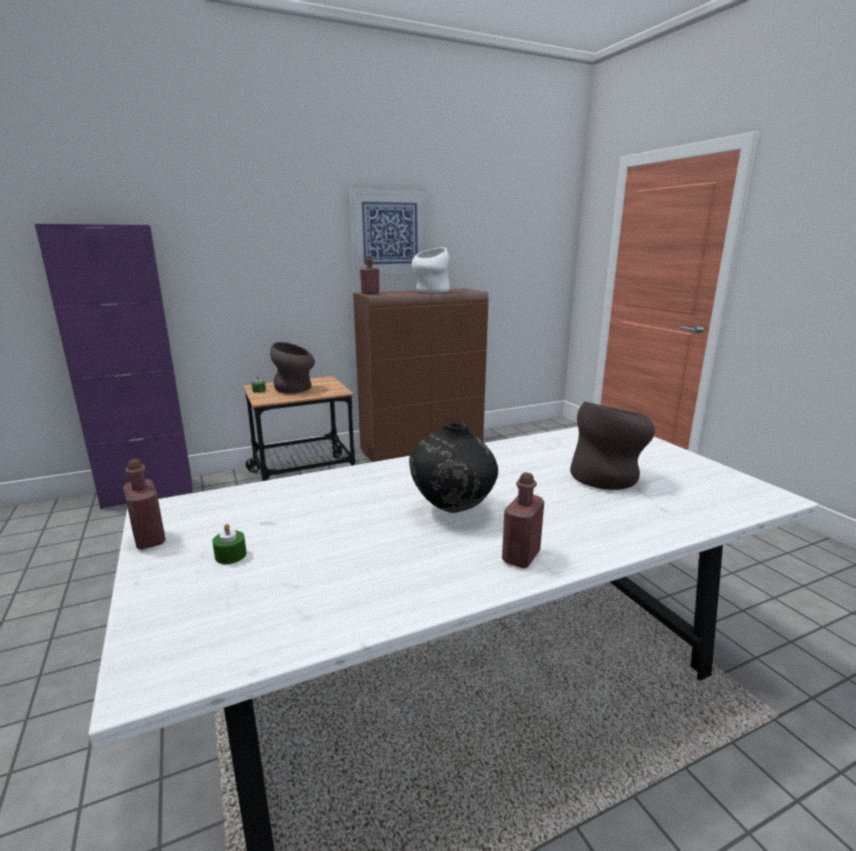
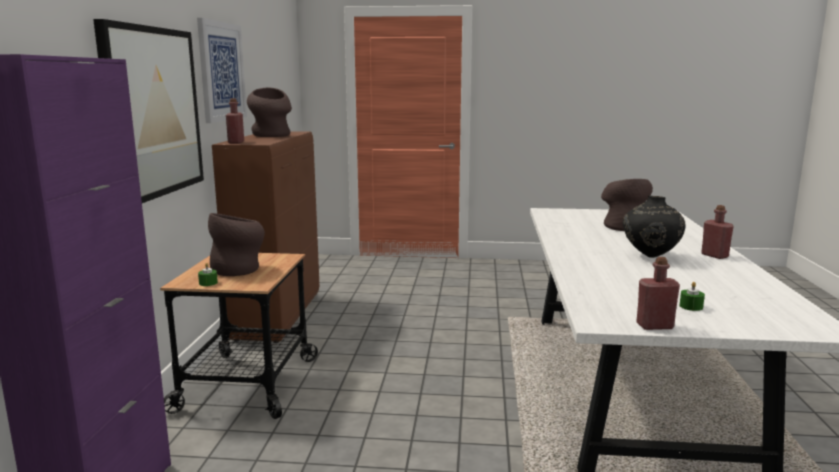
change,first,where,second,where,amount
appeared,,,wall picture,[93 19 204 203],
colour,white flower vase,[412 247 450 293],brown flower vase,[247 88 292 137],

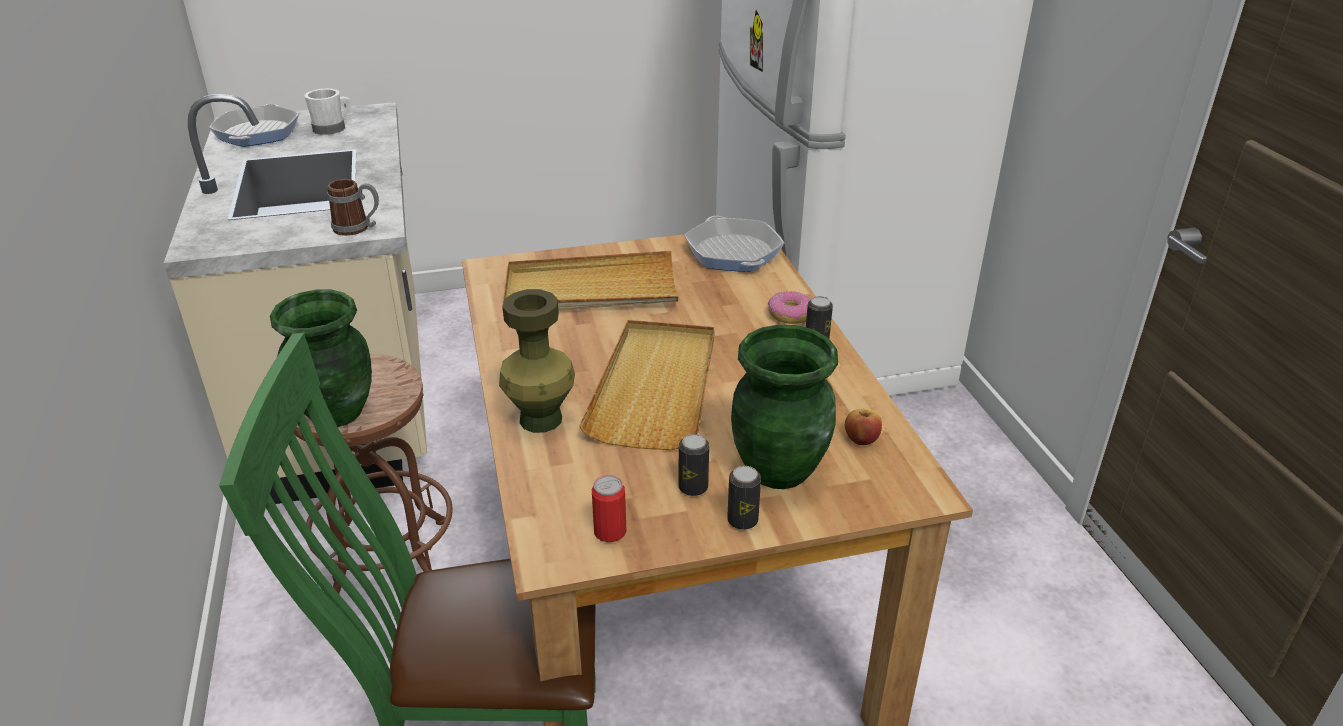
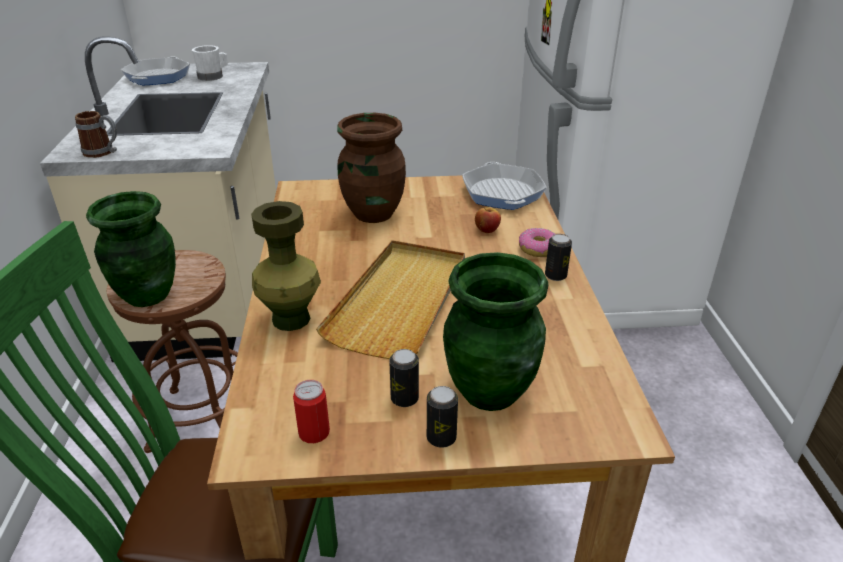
change,first,where,second,where,amount
relocated,tea mug,[327 179 379 236],,[75 111 117 158],
exchanged,sand-coloured tray,[503 251 678 311],brown flower vase,[337 113 406 223],
relocated,apple fruit,[845 409 882 445],,[475 207 501 233],

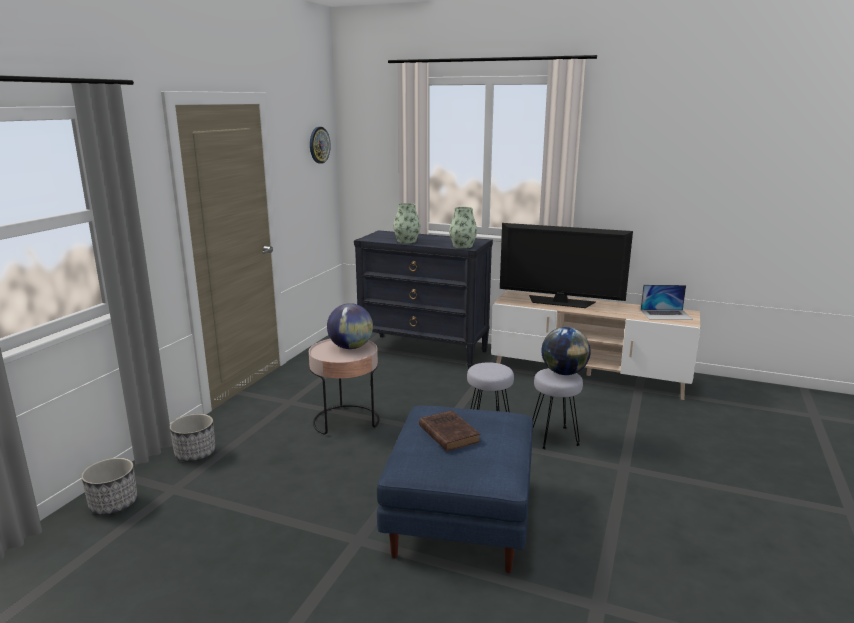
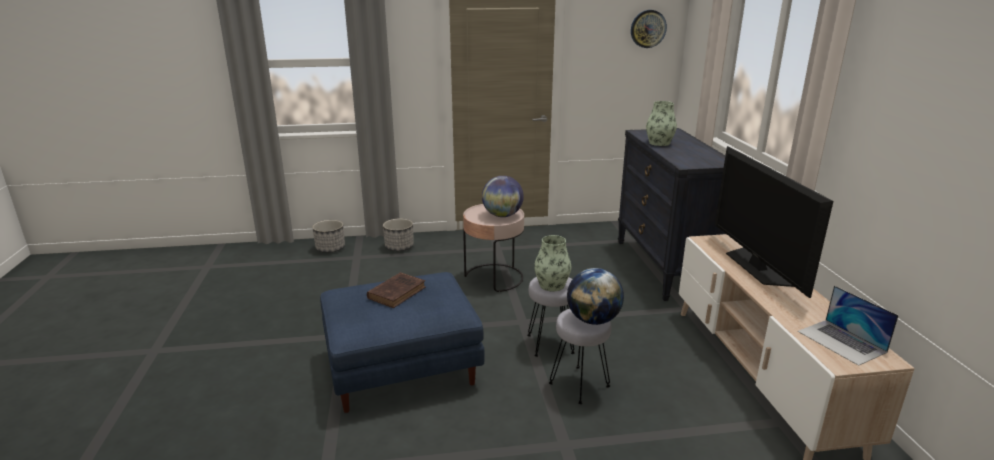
change,first,where,second,where,amount
relocated,flower vase,[449 207 477 249],,[534 235 571 291],

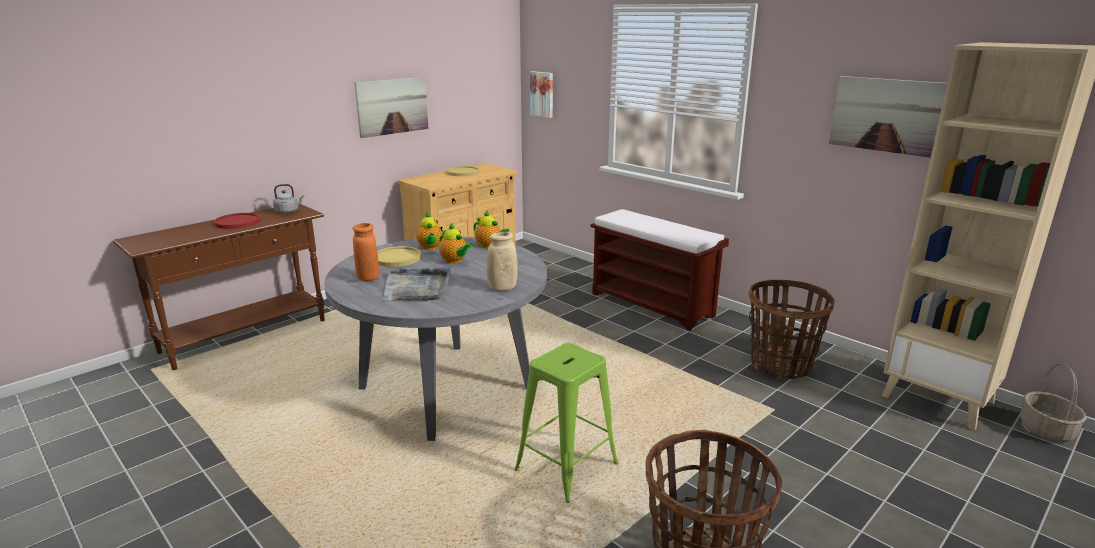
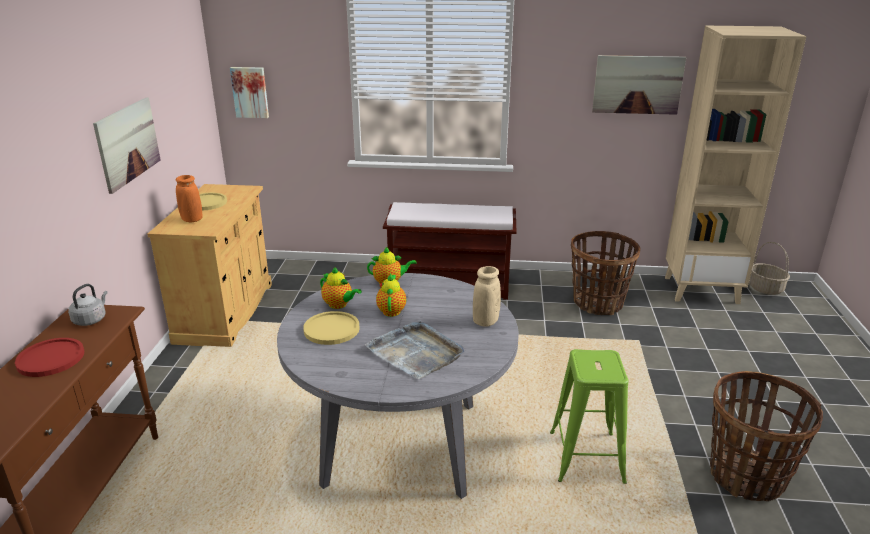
change,first,where,second,where,amount
relocated,orange flower vase,[352 223 379 281],,[176 175 202 222],
spun,pot for tea,[439 223 473 263],,[376 273 406 317],90 degrees counterclockwise

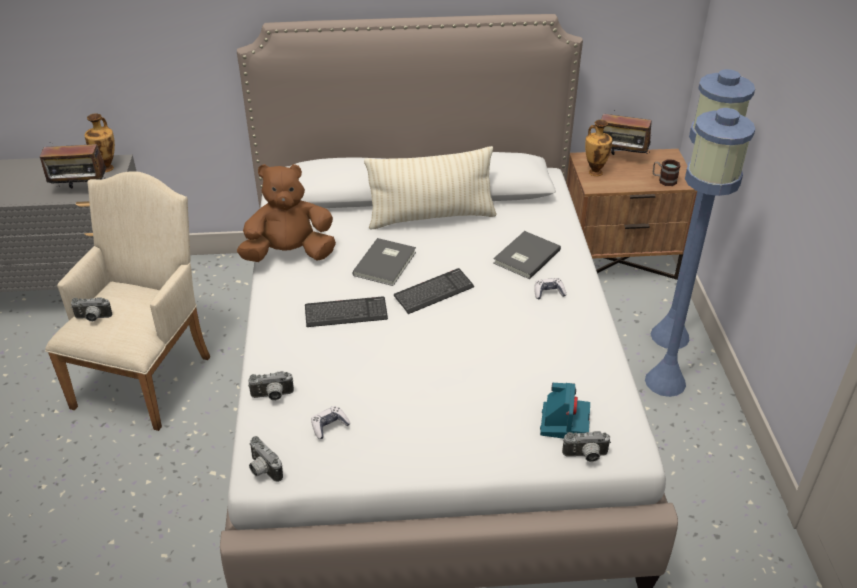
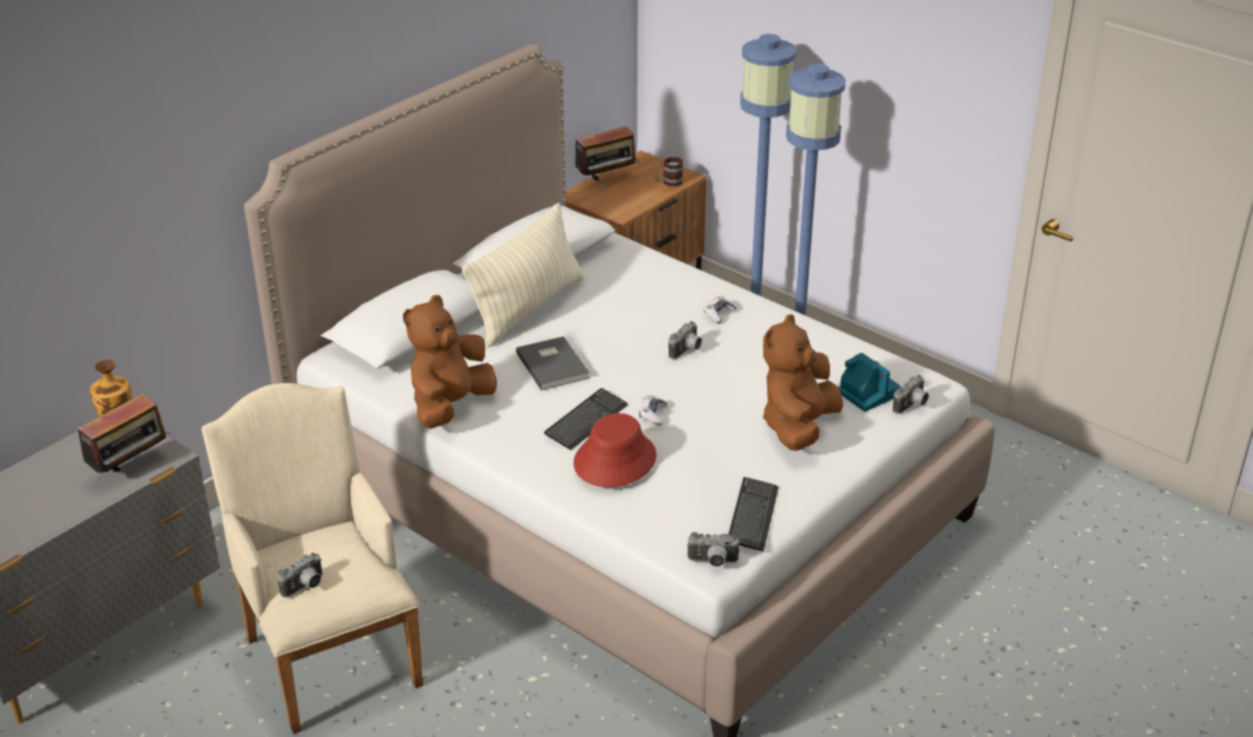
change,first,where,second,where,amount
appeared,,,reddish clothing hat,[574 413 656 487],
relocated,gamepad,[311 406 351 439],,[639 395 668 426],
relocated,photo camera,[248 371 294 401],,[669 321 702 359],
relocated,PC keyboard,[394 268 475 314],,[729 477 779 552],
appeared,,,brown plush toy,[763 314 843 451],
missing,gray volume,[493 231 561 279],,,
missing,flower vase,[585 120 612 176],,,

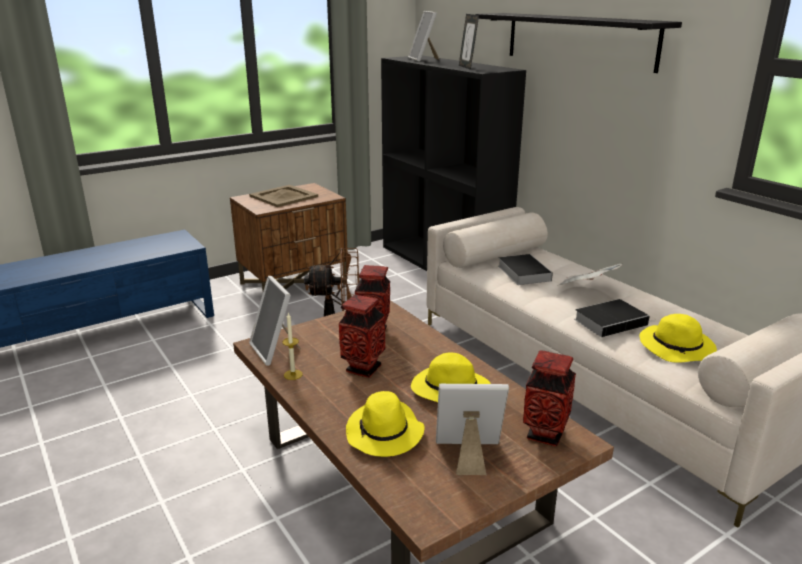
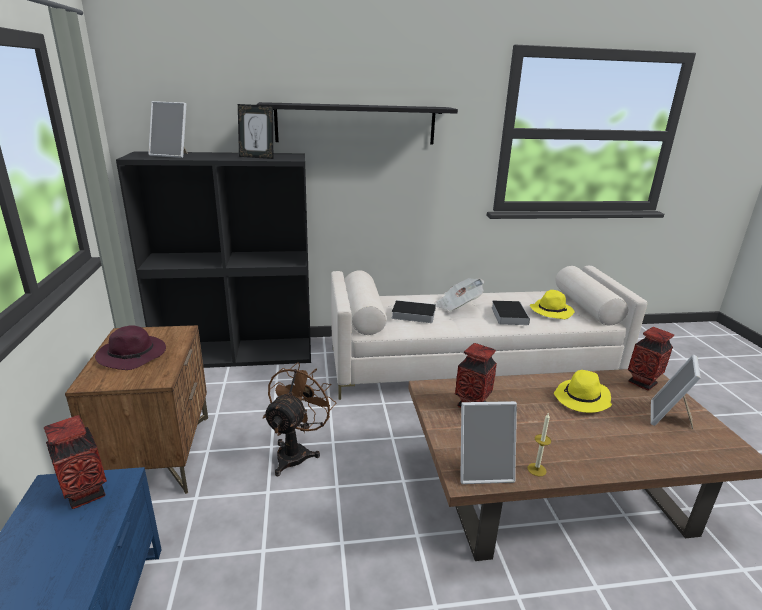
change,first,where,second,where,amount
relocated,flower vase,[339 295 386 378],,[44 415 107 509],
exchanged,sand-coloured tray,[249 185 318 207],purplish clothing hat,[95 325 166 370],
missing,yellowish clothing hat,[346 391 425 457],,,

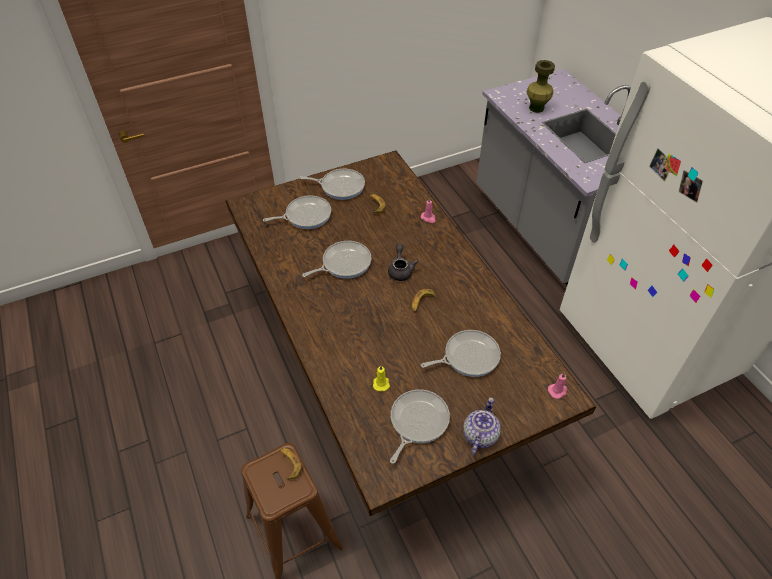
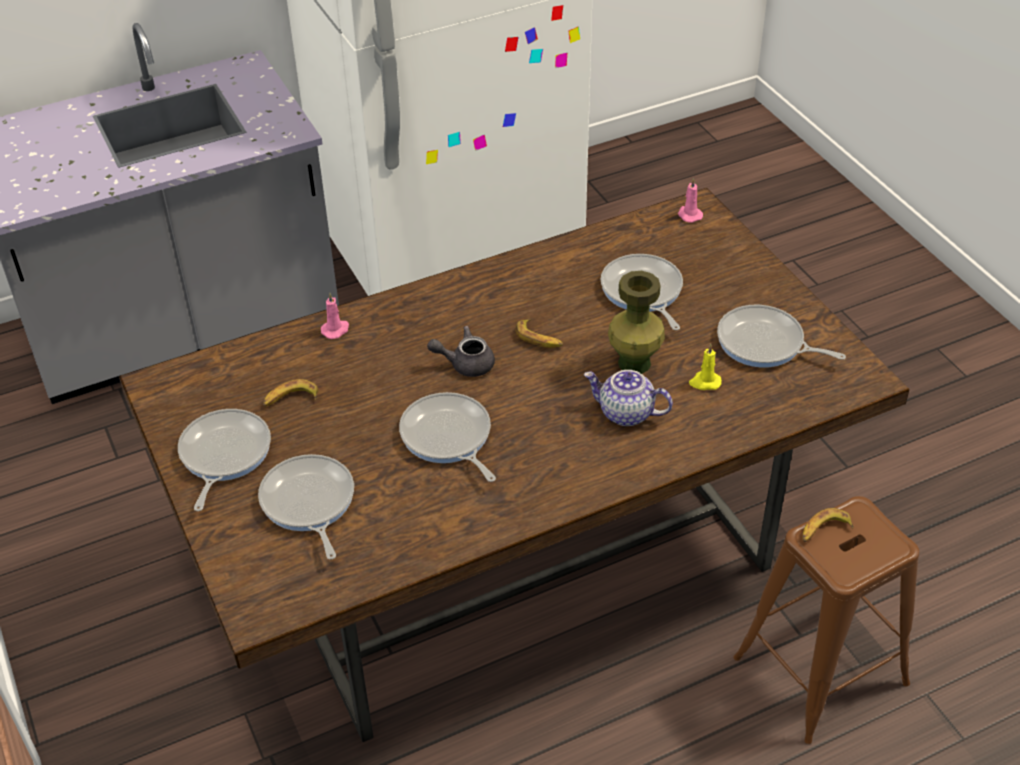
change,first,where,second,where,amount
relocated,pot for tea,[463 397 501 455],,[584 370 673 426],
relocated,green-coloured flower vase,[527 60 555 113],,[608 271 665 374],

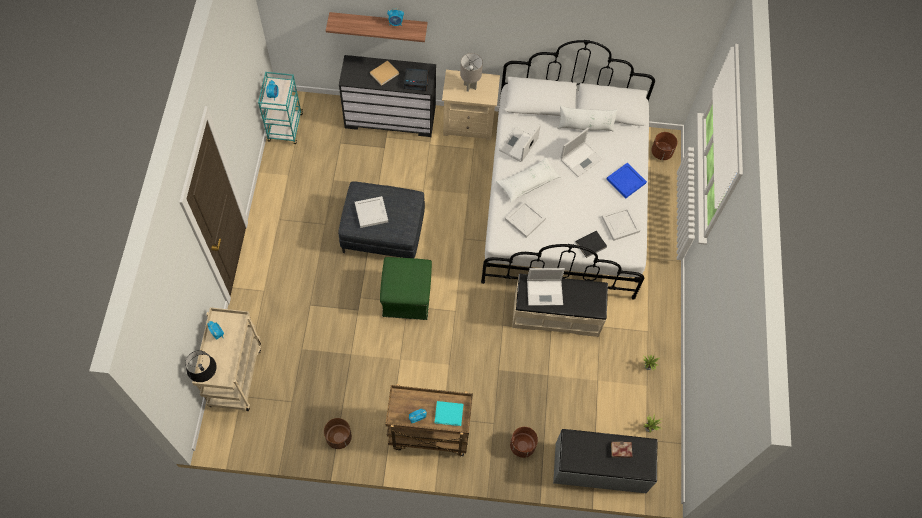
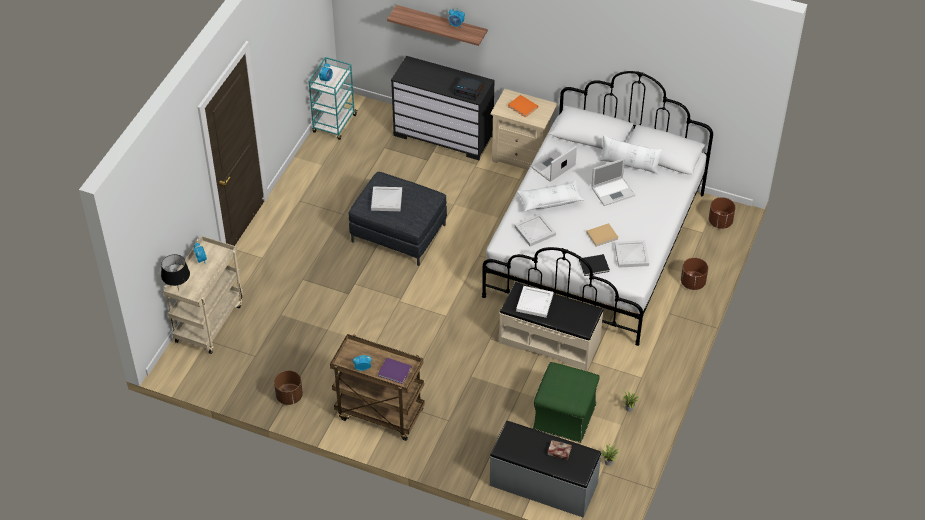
change,first,where,second,where,amount
colour,turquoise volume,[435 401 463 426],purplish volume,[378 358 412 384],
exchanged,gray table lamp,[460 53 483 92],orange volume,[508 95 538 118],
exchanged,notebook computer,[527 268 565 305],white tray,[516 286 553 318],
relocated,green-coloured pouffe,[380 257 432 320],,[533 362 600 443],
relocated,sand-coloured volume,[370 61 399 86],,[586 223 618 247],
relocated,brown planter,[510 427 538 458],,[681 258 708 290],
missing,blue-coloured tray,[606 163 647 199],,,

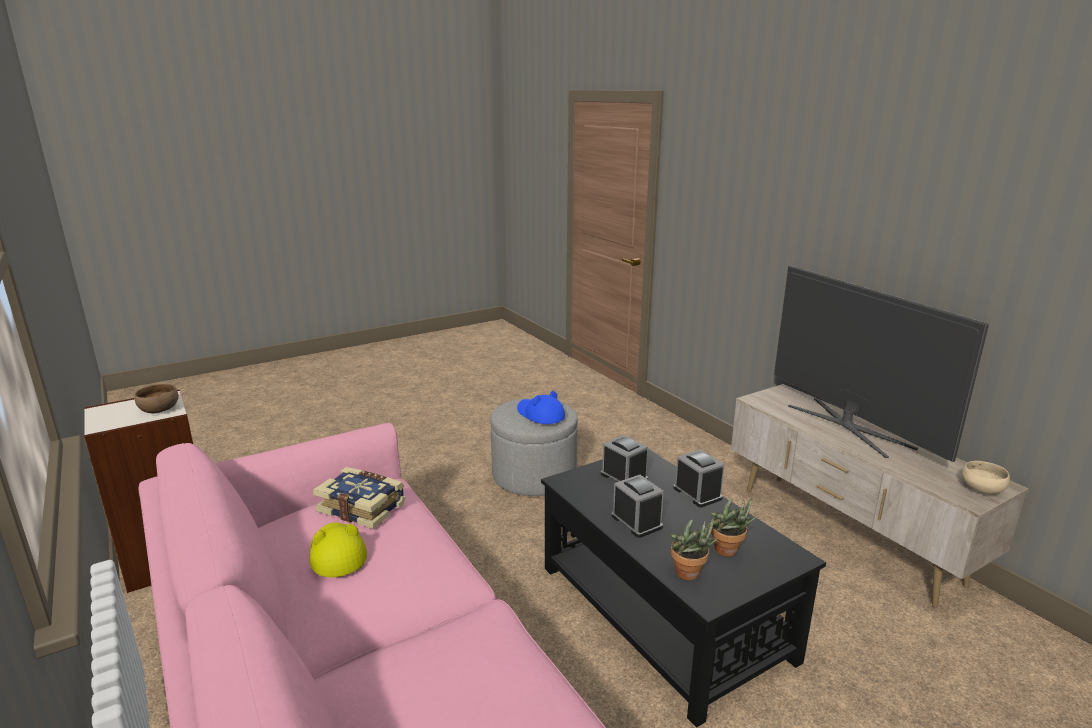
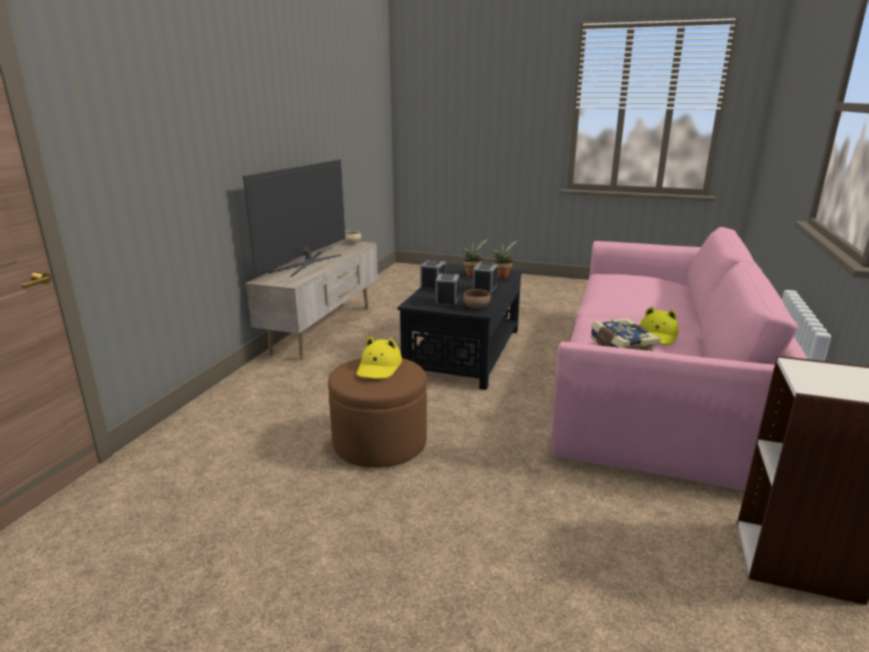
change,first,where,second,where,amount
colour,gray pouffe,[490 398 578 496],brown pouffe,[328 358 427 468],
colour,blue-coloured clothing hat,[517 391 565 424],yellowish clothing hat,[356 337 402 379],
relocated,brown deep dish,[135 384 179 413],,[463 289 491 309],

